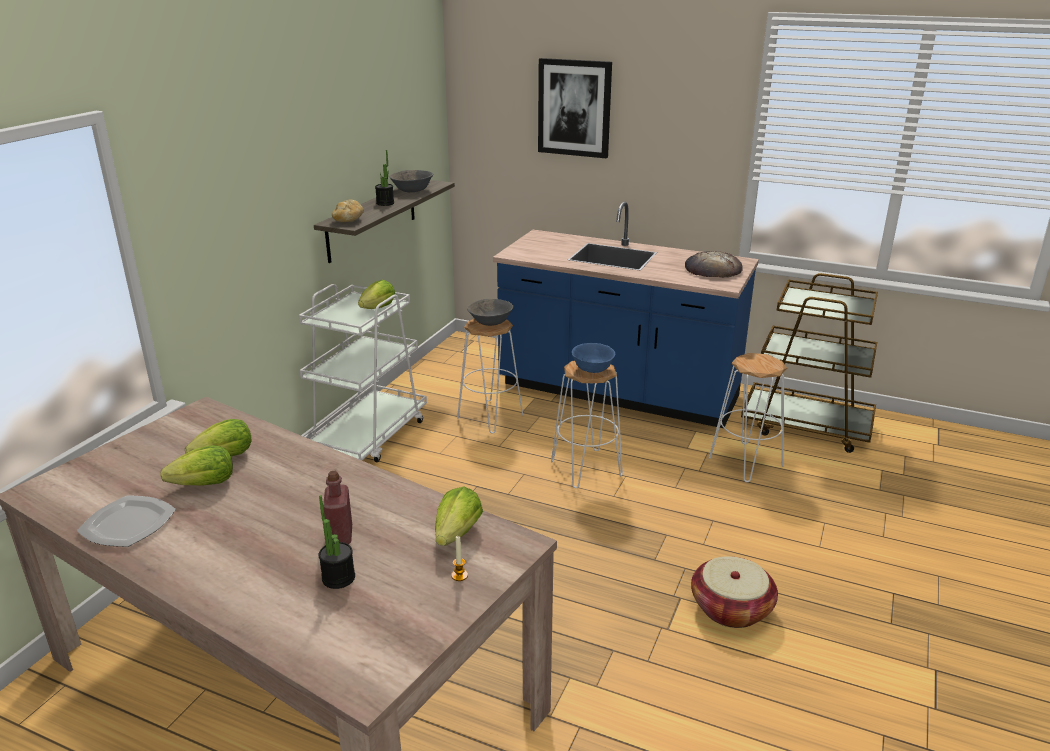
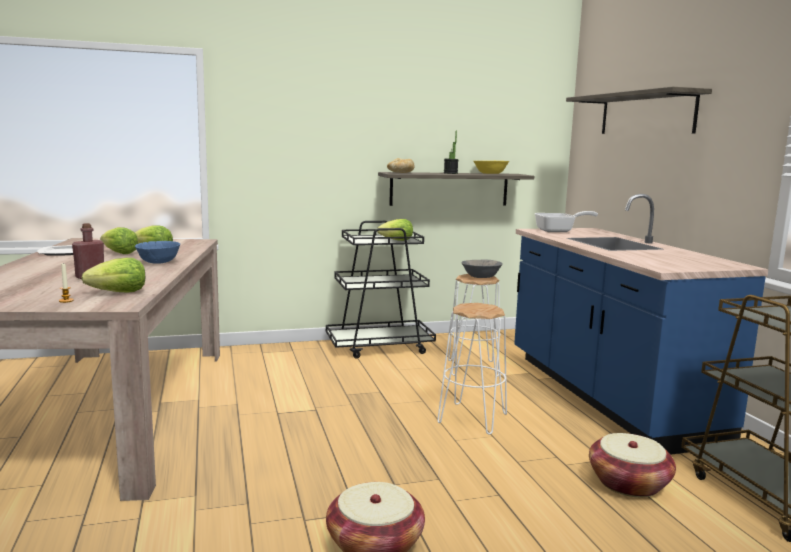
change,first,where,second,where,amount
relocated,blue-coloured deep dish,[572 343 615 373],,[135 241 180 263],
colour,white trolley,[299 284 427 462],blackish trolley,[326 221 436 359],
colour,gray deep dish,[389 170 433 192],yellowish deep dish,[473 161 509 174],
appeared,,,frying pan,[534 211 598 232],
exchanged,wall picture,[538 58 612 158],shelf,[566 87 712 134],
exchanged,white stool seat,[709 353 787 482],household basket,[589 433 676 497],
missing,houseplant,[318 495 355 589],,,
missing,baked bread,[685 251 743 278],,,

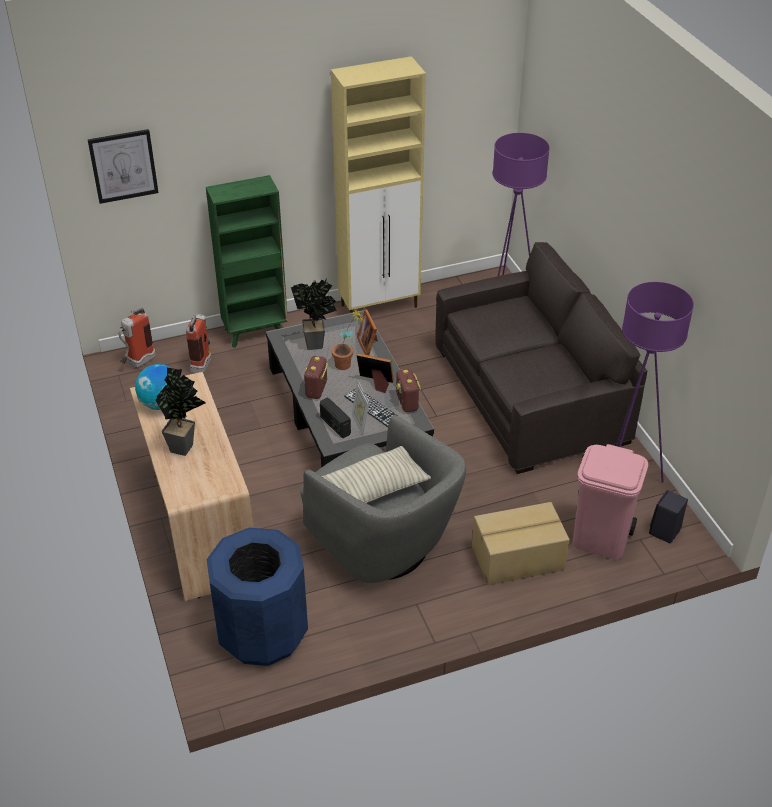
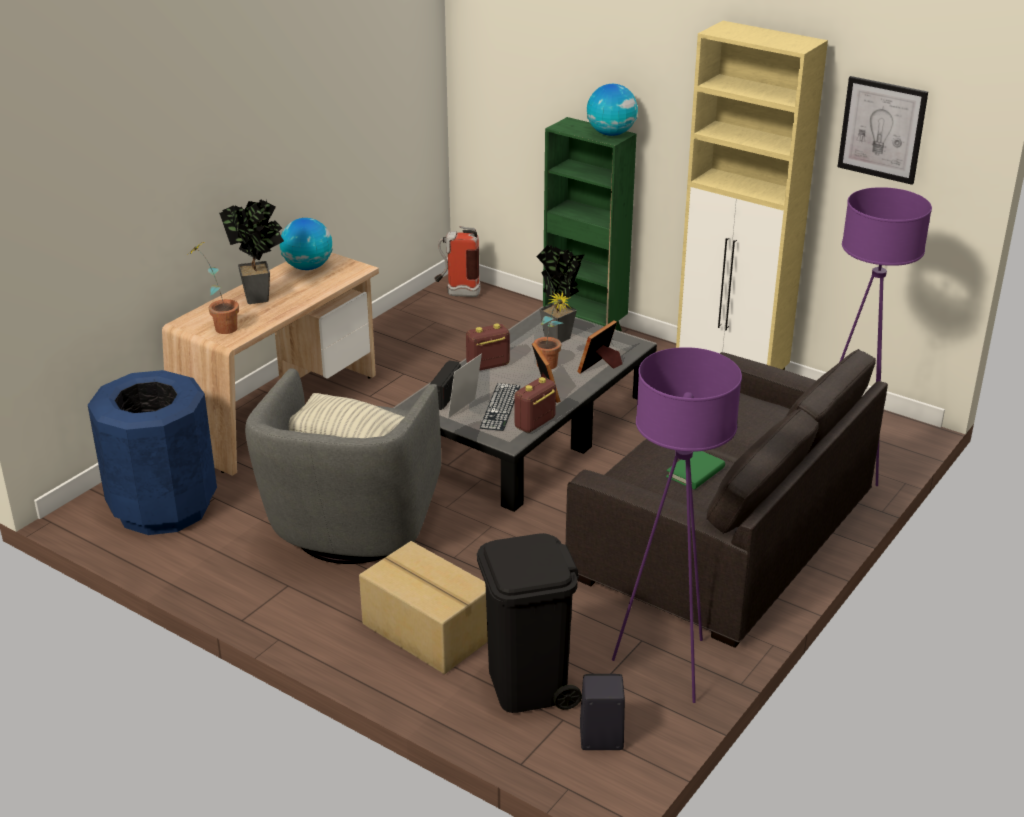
change,first,where,second,where,amount
appeared,,,houseplant,[188 242 239 334],
colour,pink-coloured trash can,[573 444 648 559],blackish trash can,[477 533 582 713],
appeared,,,globe,[587 84 638 136],
appeared,,,green-coloured volume,[666 451 725 490],
relocated,wall picture,[88 129 159 204],,[838 76 928 185],
missing,fire extinguisher,[186 314 211 373],,,

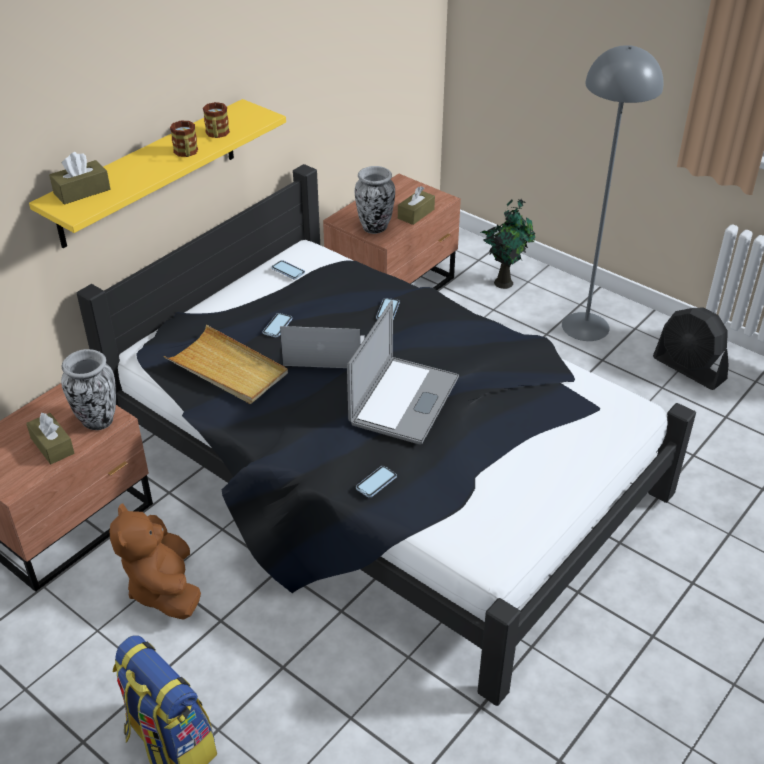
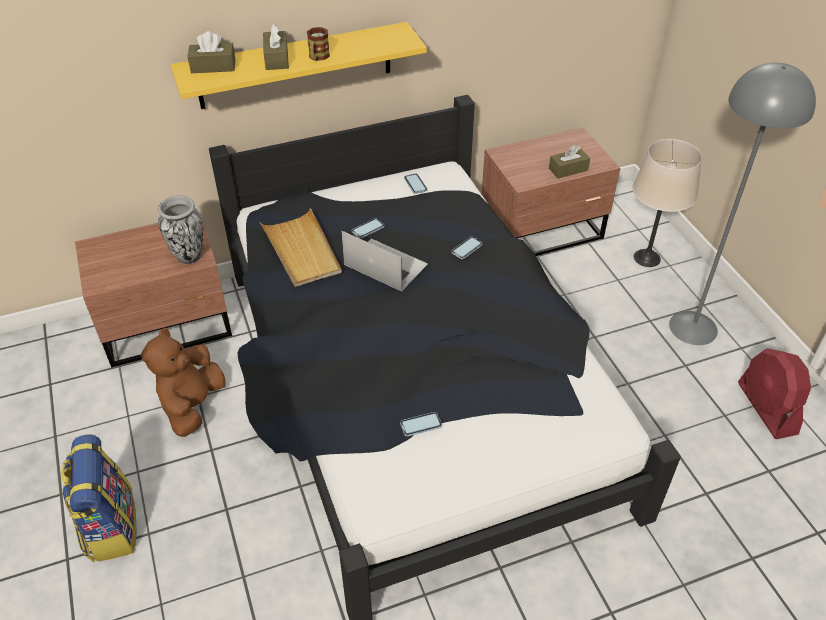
change,first,where,second,where,amount
relocated,brown box of tissues,[26 412 74 464],,[263 24 289 70],
relocated,handset,[356 466 397 498],,[400 412 442 437],
exchanged,houseplant,[481 199 535 289],sand-coloured table lamp,[632 139 702 267],
colour,blackish electric fan,[653 308 729 390],reddish electric fan,[738 348 811 439],
missing,tea mug,[203 102 230 138],,,
missing,notebook computer,[347 300 459 445],,,
missing,flower vase,[355 166 395 234],,,

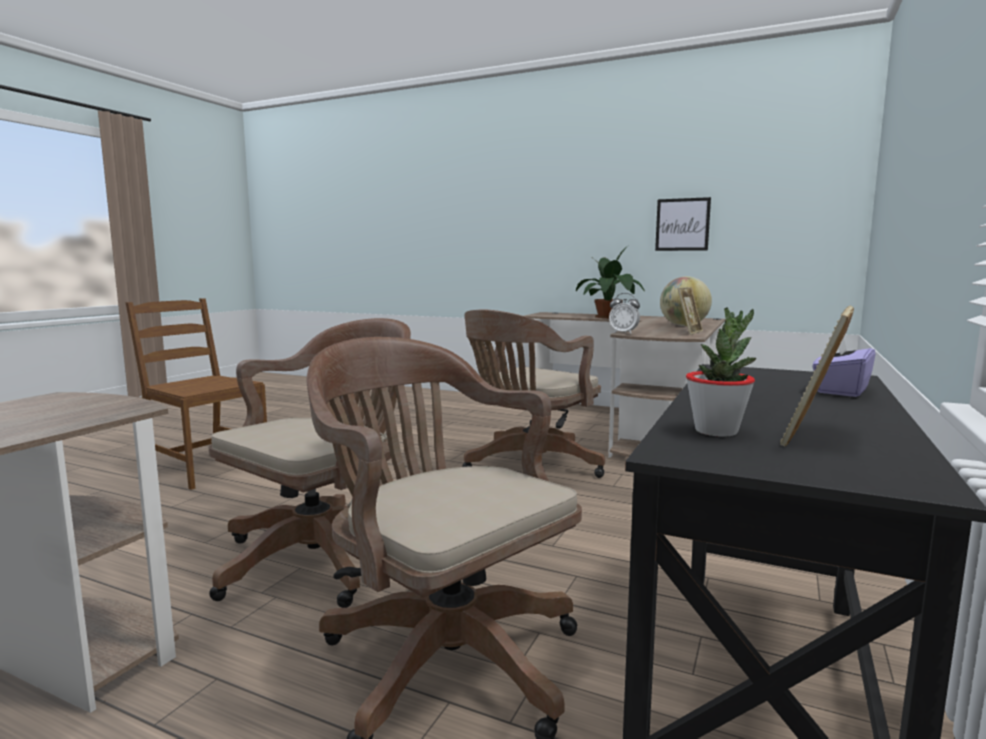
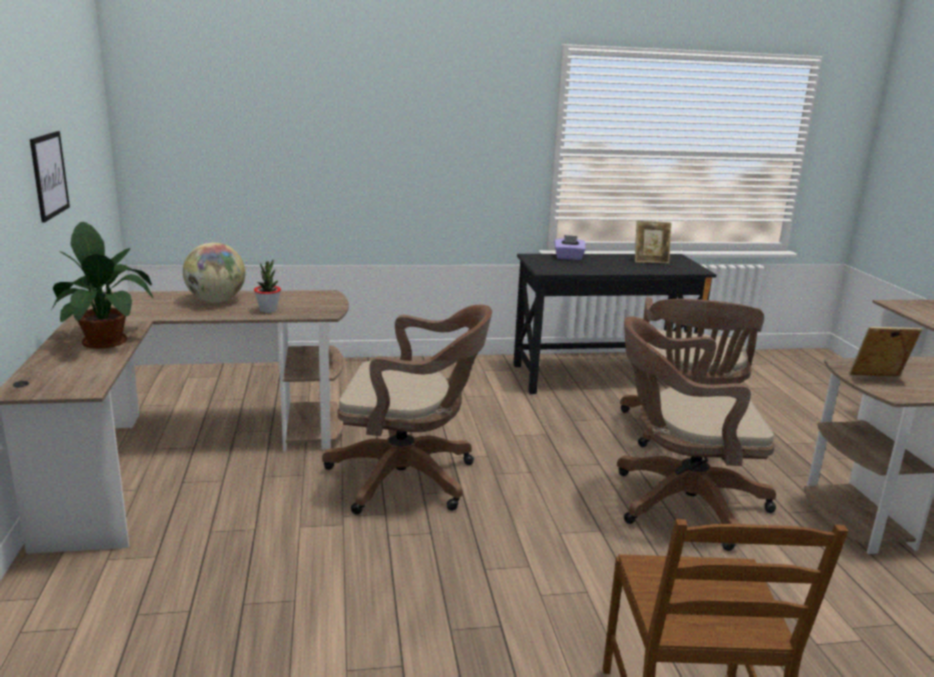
change,first,where,second,where,amount
relocated,houseplant,[686 307 756 437],,[254 259 281 313],
relocated,photo frame,[678 287 703 335],,[849 327 922 377],
missing,bedside clock,[609 293 640 334],,,

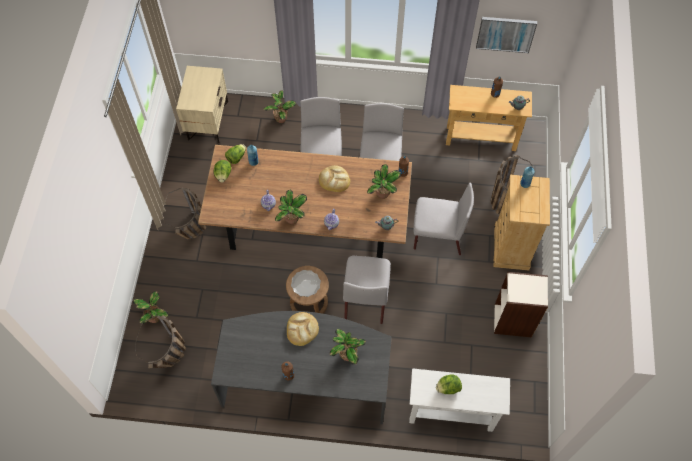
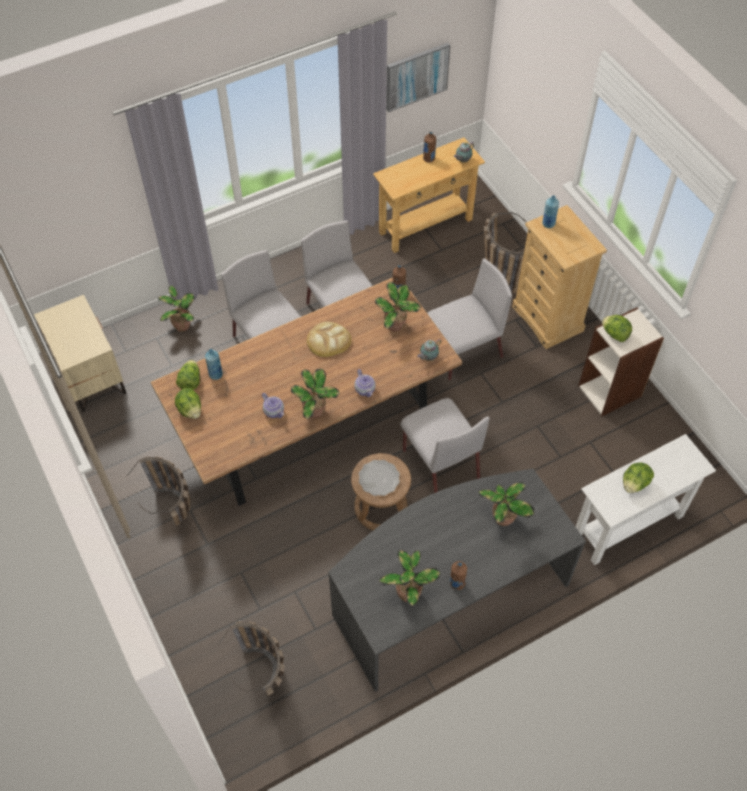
change,first,where,second,where,amount
relocated,houseplant,[133 291 169 324],,[379 550 440 606],
appeared,,,head of lettuce,[602 315 632 342],
missing,baked bread,[287 312 319 346],,,

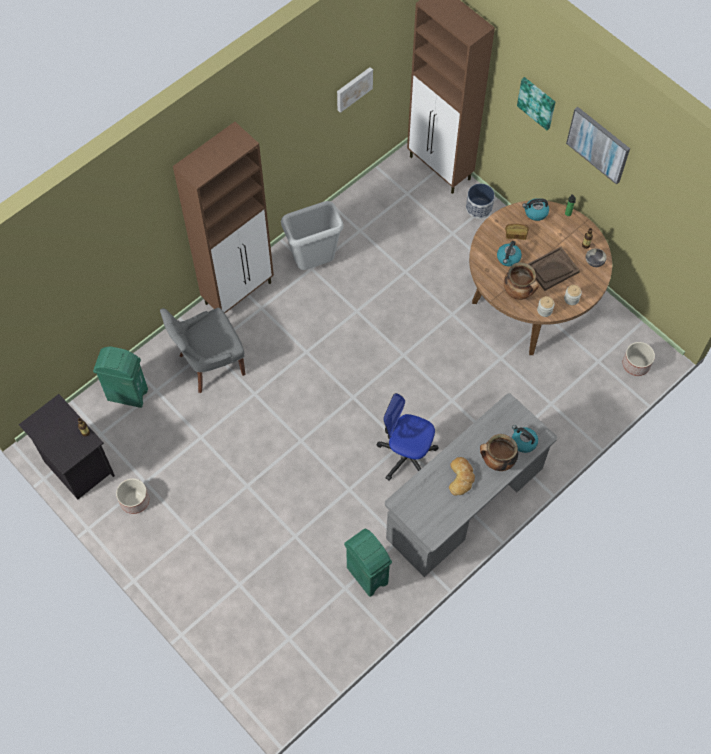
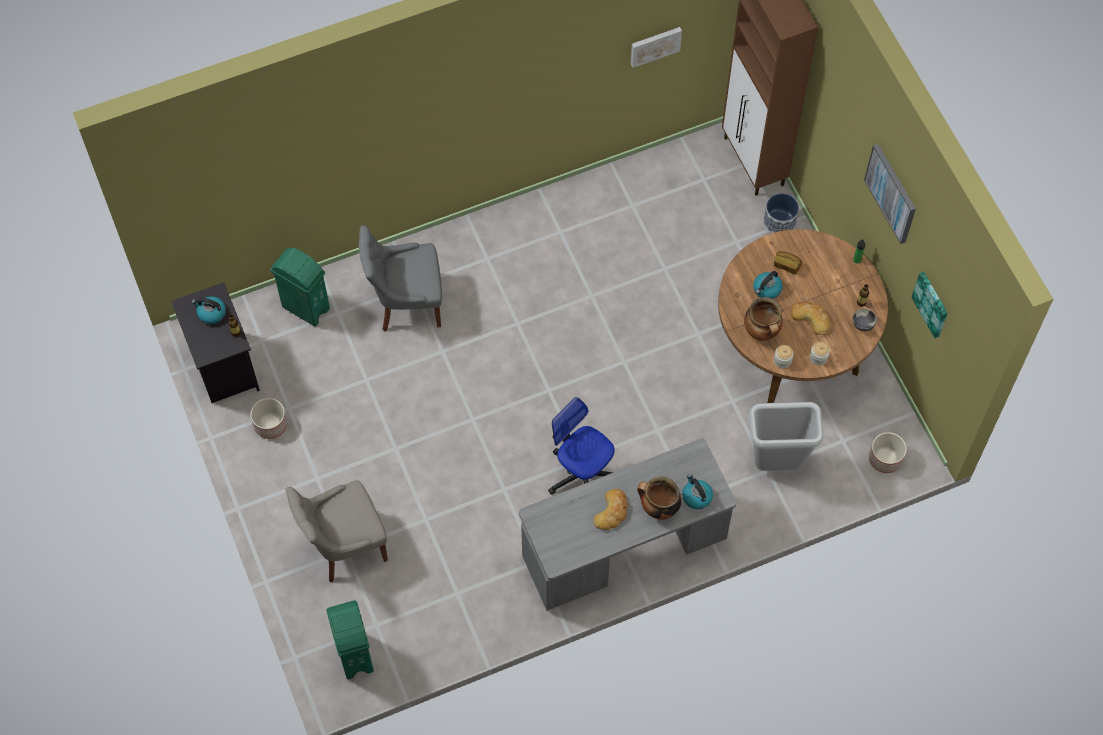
change,first,where,second,where,amount
relocated,kettle,[522 198 549 221],,[192 297 226 324],
appeared,,,gray upright chair,[285 480 388 583],
relocated,green-coloured trash can,[344 529 392 597],,[326 600 374 679],
relocated,gray trash can,[281 201 344 270],,[749 402 823 471],
exchanged,brown tray,[528 247 580 291],baked bread,[791 301 831 335],
relocated,wall picture,[517 77 555 130],,[911 272 948 338],
missing,brown cupboard,[173 122 274 313],,,

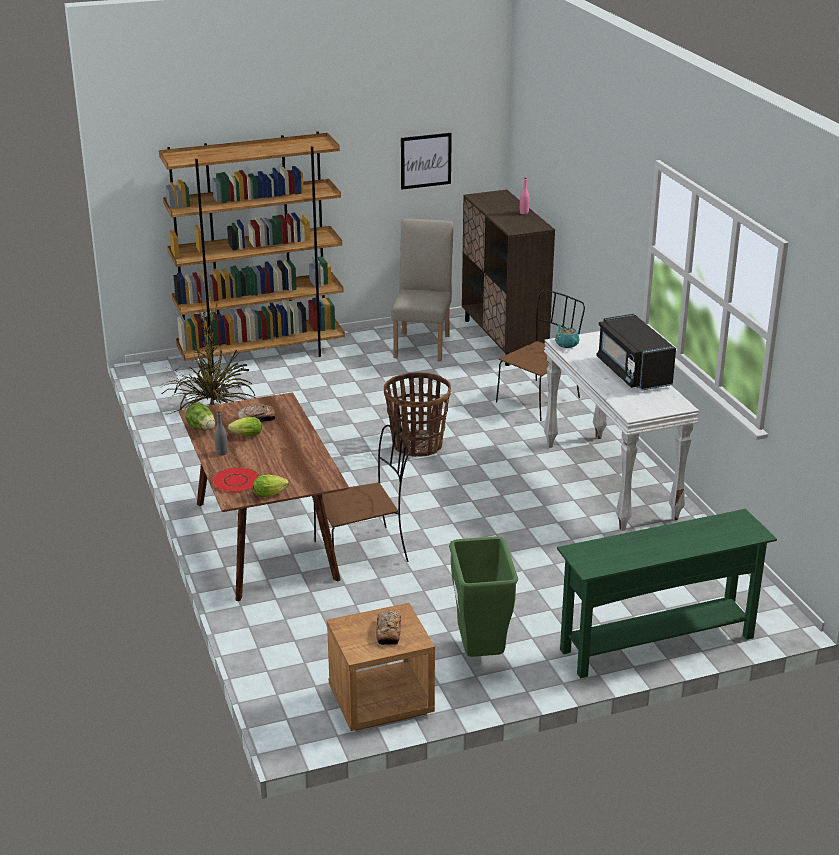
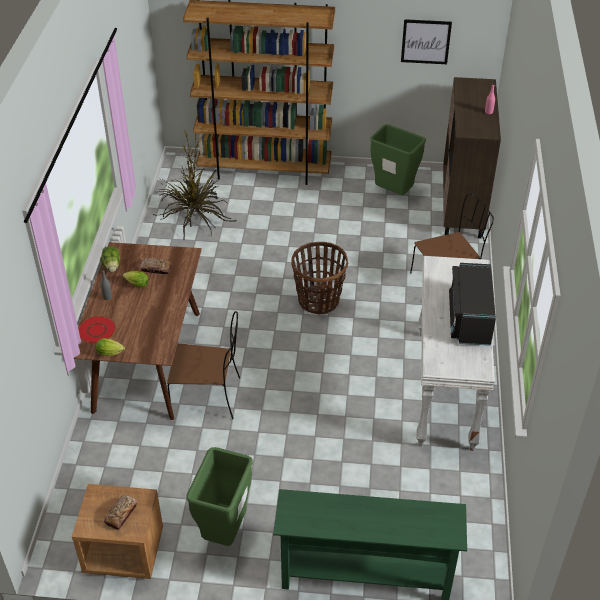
change,first,where,second,where,amount
exchanged,sand-coloured upright chair,[391 218 453 361],green-coloured trash can,[370 124 426 195],
missing,turquoise pot for tea,[555 323 579 348],,,

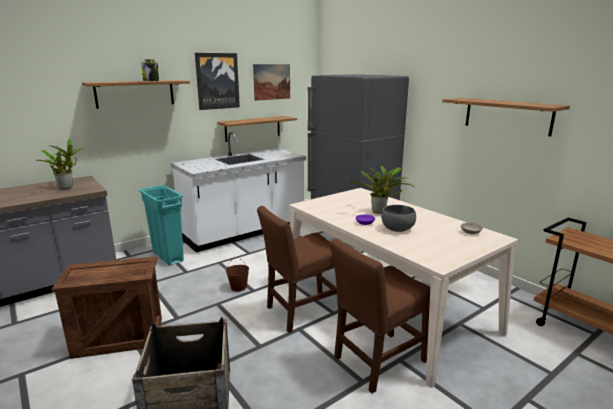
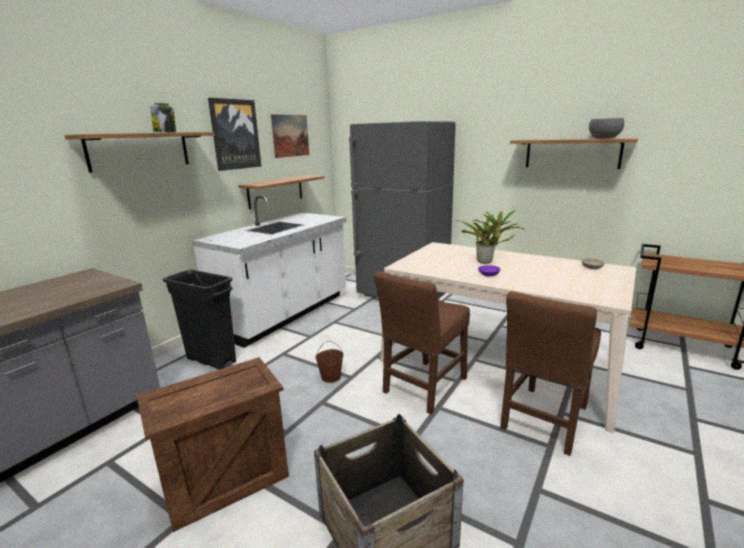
change,first,where,second,where,amount
colour,turquoise trash can,[139 185 184 265],blackish trash can,[163 269 236 370],
relocated,gray deep dish,[381 205 416 232],,[589 118 624 139],
missing,houseplant,[35 139 84 190],,,

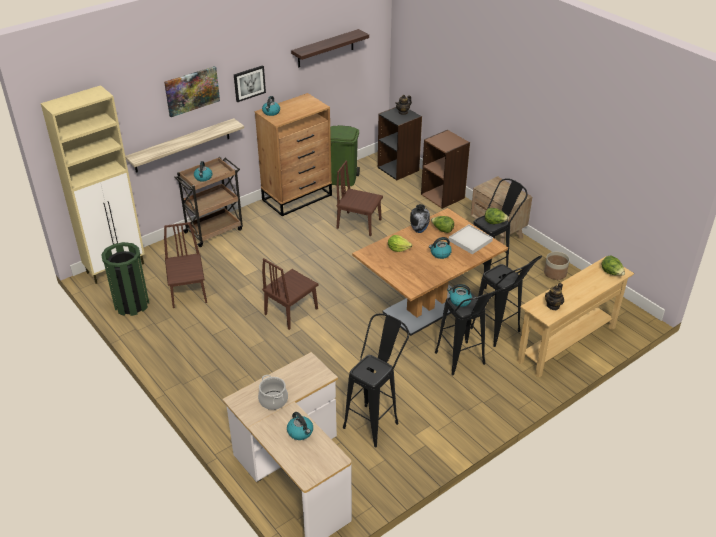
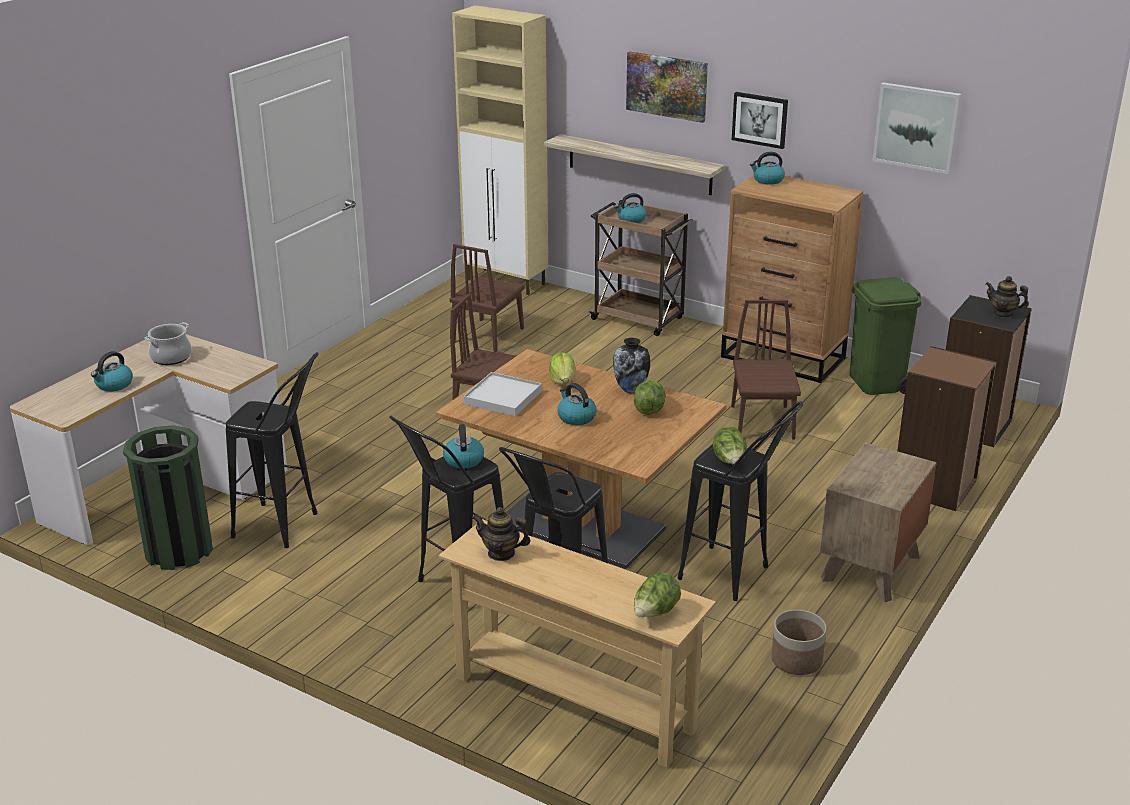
change,first,where,second,where,amount
relocated,green-coloured trash can,[101 242 149 316],,[123 425 213 570],
spun,brown upright chair,[164 222 207 308],,[449 244 525 352],150 degrees clockwise
relocated,white tray,[449 225 493 254],,[463 372 542 416],
exchanged,shelf,[291 29 369 68],wall picture,[872 82 962 174],

